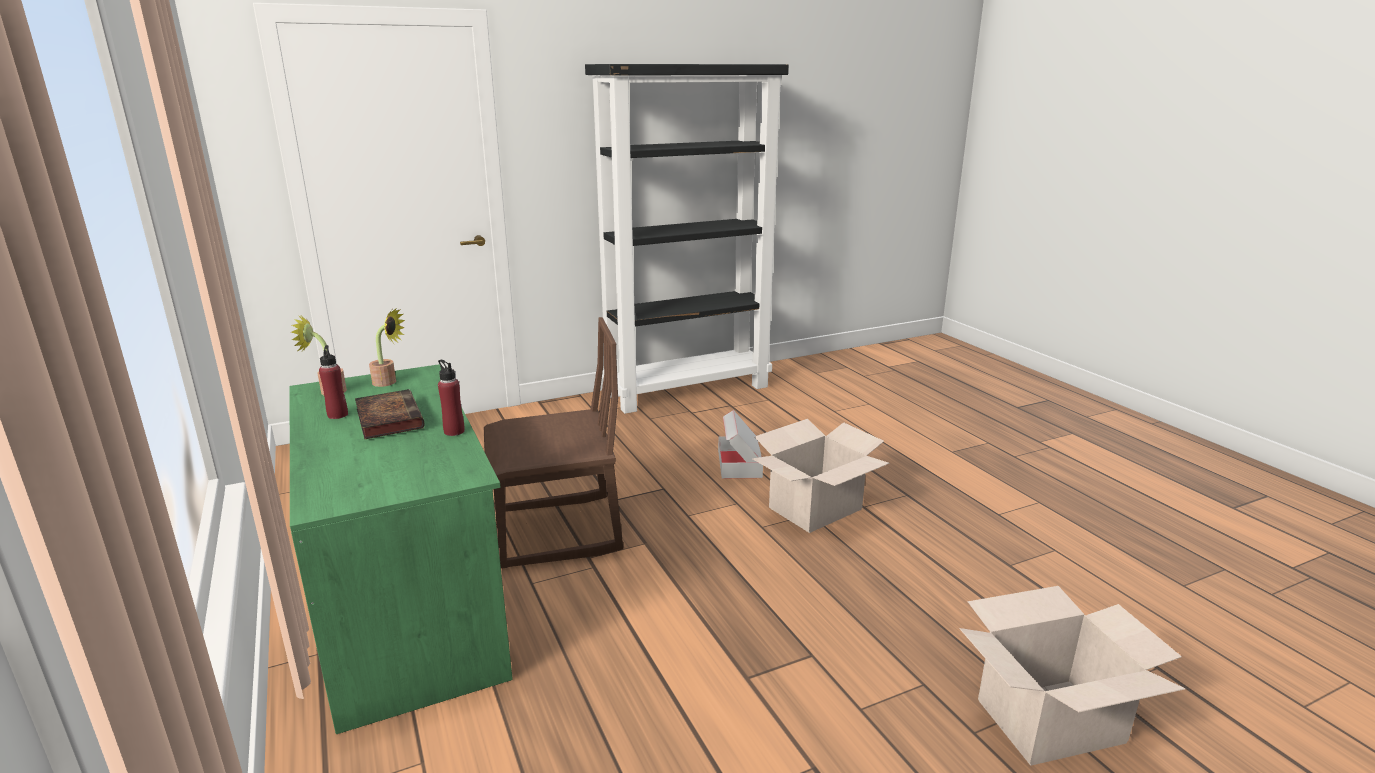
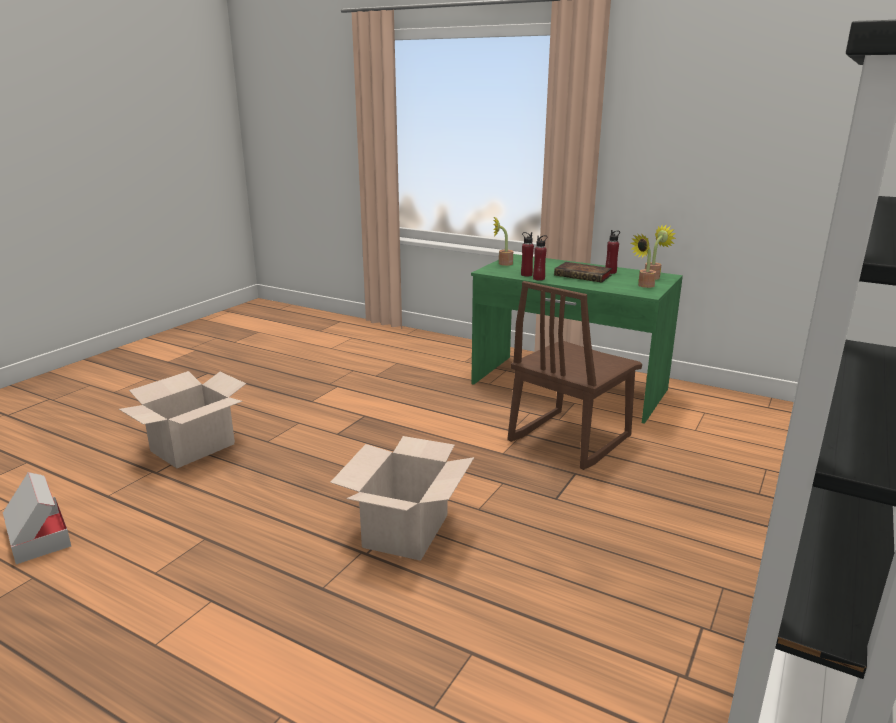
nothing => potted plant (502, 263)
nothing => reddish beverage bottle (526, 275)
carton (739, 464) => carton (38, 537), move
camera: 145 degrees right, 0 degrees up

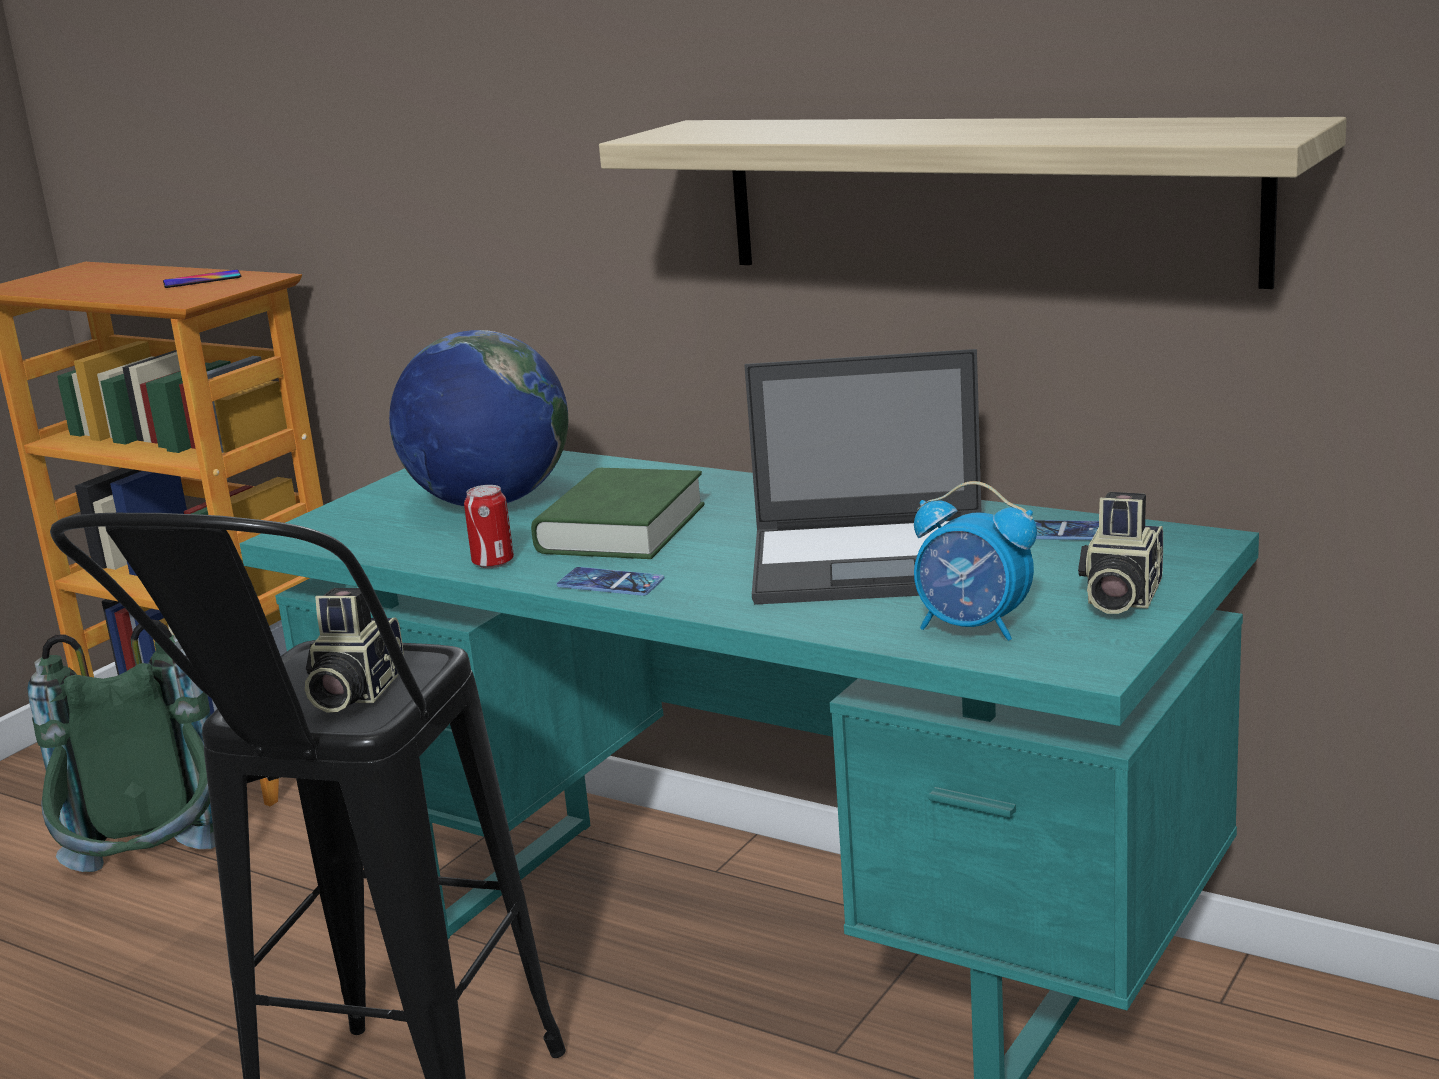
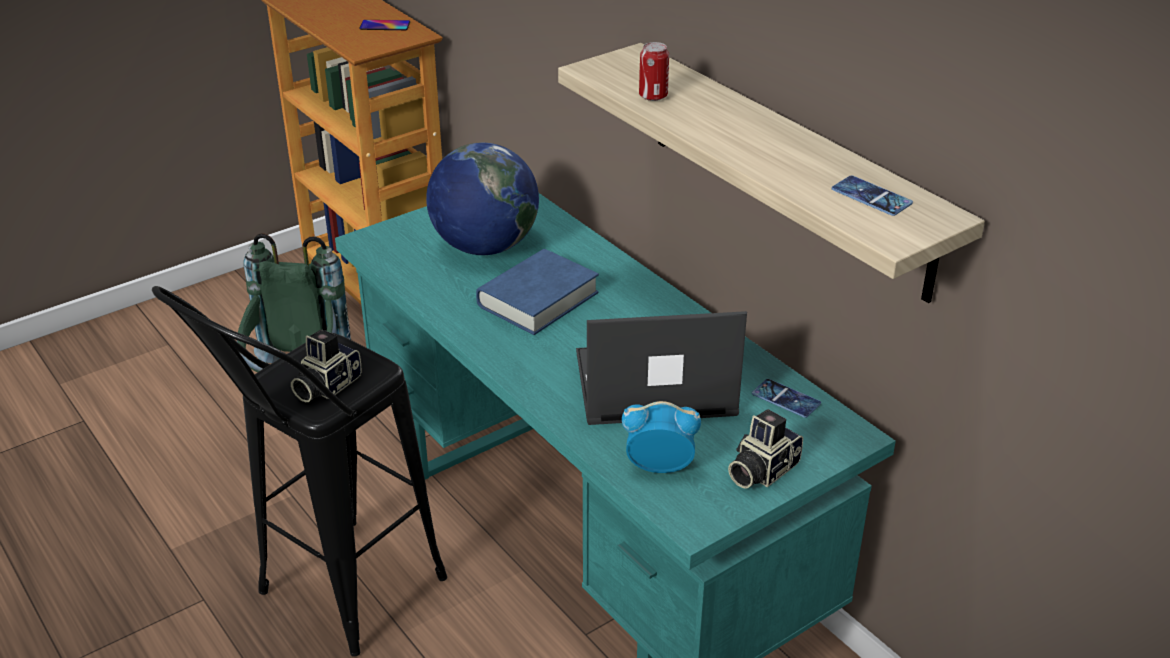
sealed can (493, 562) => sealed can (653, 96), move
phone (610, 583) => phone (871, 196), move
green-coloured bound book (621, 528) => bluish bound book (538, 299)
laptop (875, 561) => laptop (652, 384), 150 degrees clockwise
table clock (974, 628) => table clock (659, 466), 135 degrees clockwise
camera: 20 degrees right, 15 degrees up

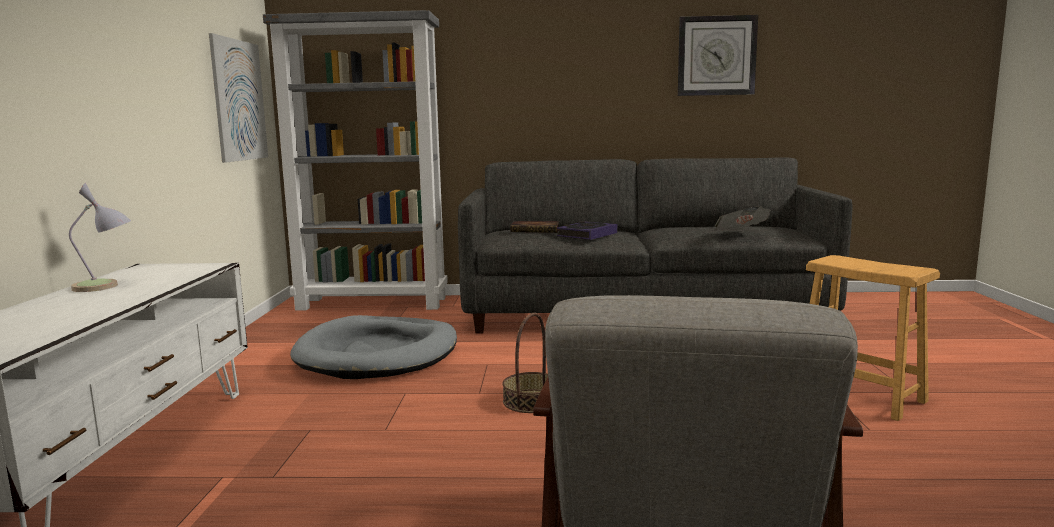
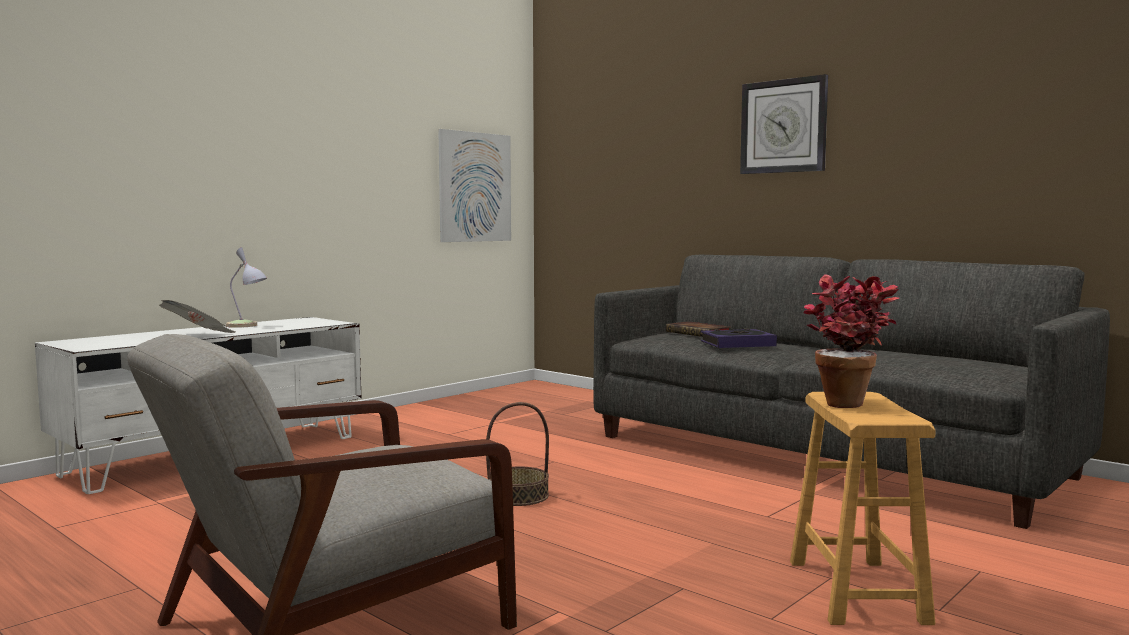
grey shelving unit (373, 303) => nothing
grey pet bed (378, 354) => nothing
nothing => potted plant (848, 402)
hanging clock (716, 56) => hanging clock (783, 126), move
daily paper (740, 235) => daily paper (199, 336), move
camera: 40 degrees right, 5 degrees down

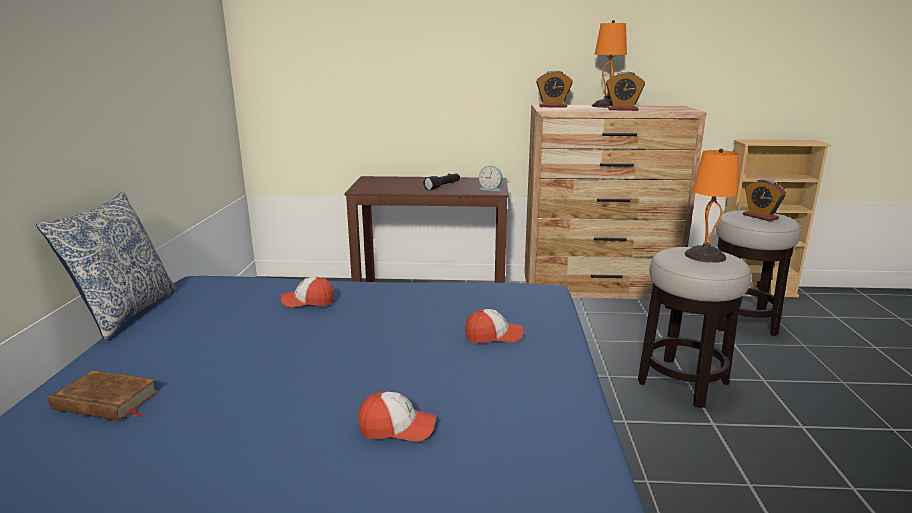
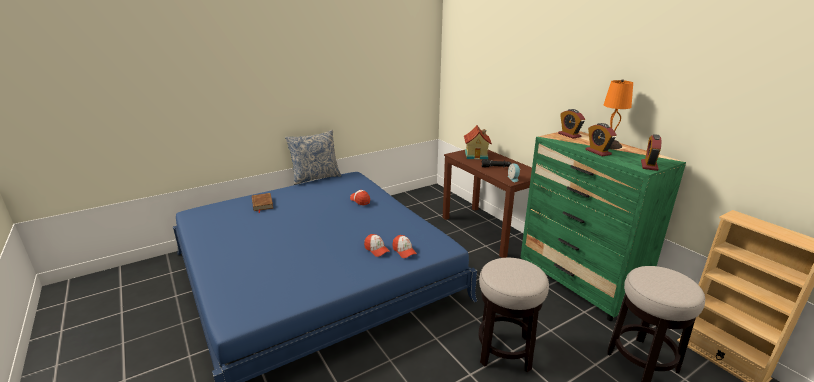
orangey table lamp (706, 256) => nothing
nothing => model house (477, 155)
baseball cap (397, 428) => baseball cap (404, 251), move
table clock (760, 217) => table clock (649, 165), move
brown dresser (598, 295) => green-coloured dresser (578, 284)
camera: 55 degrees right, 5 degrees up

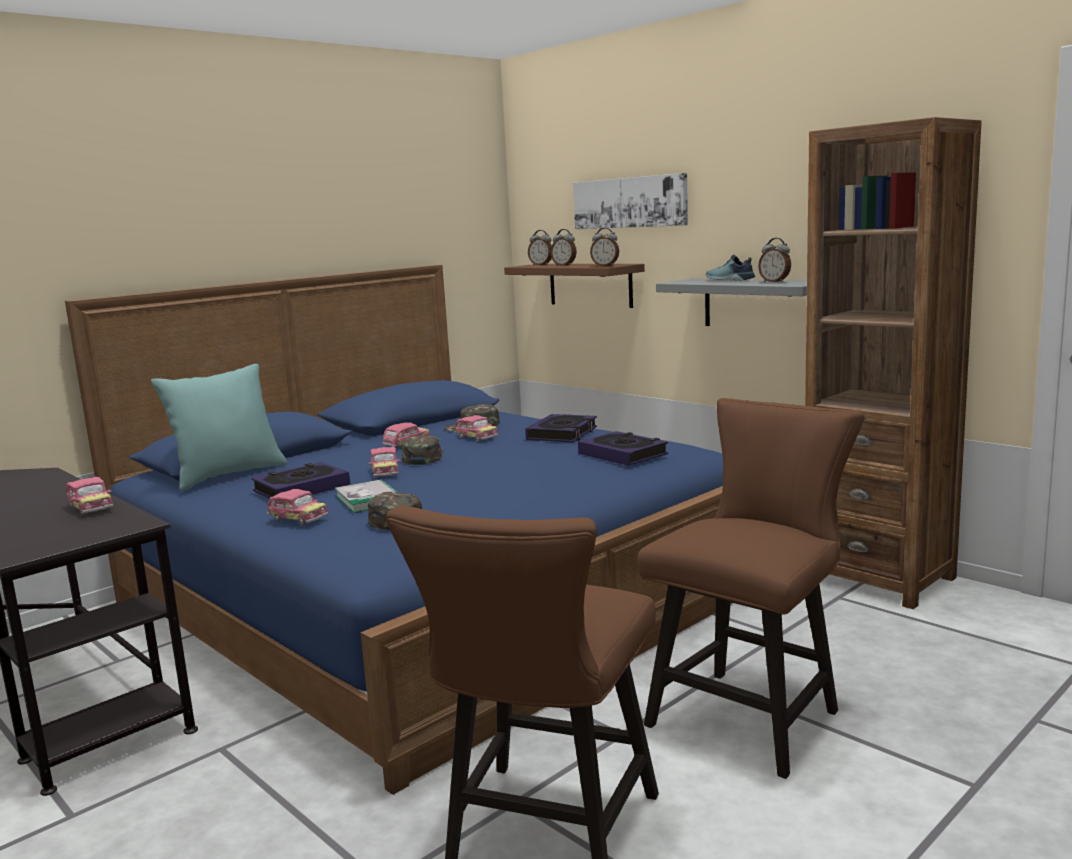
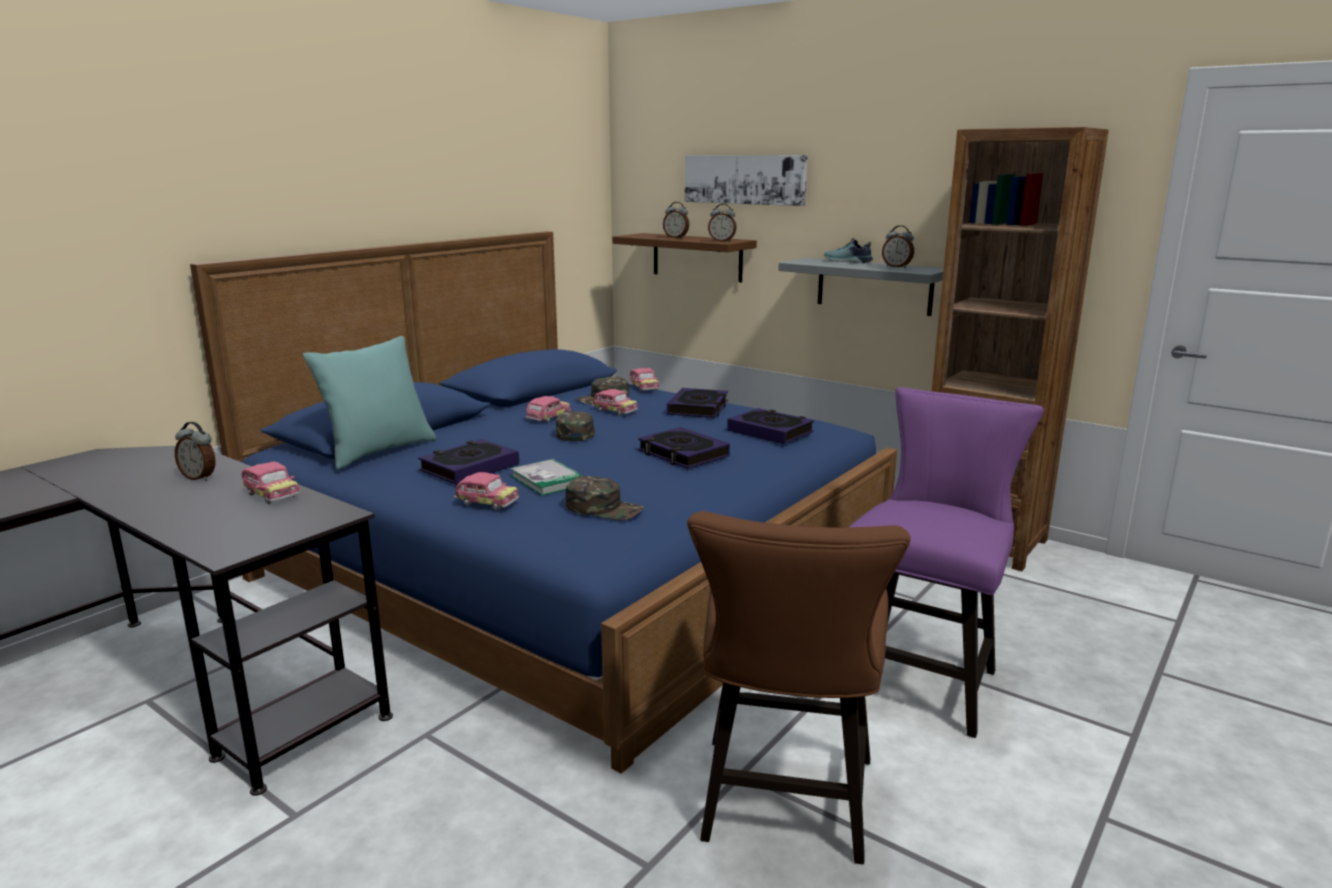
nothing => bound book (683, 454)
toy car (385, 472) => toy car (644, 388), move
table clock (541, 265) => table clock (200, 478), move
brown plain chair (752, 714) => purple plain chair (921, 676)
camera: 10 degrees left, 5 degrees up

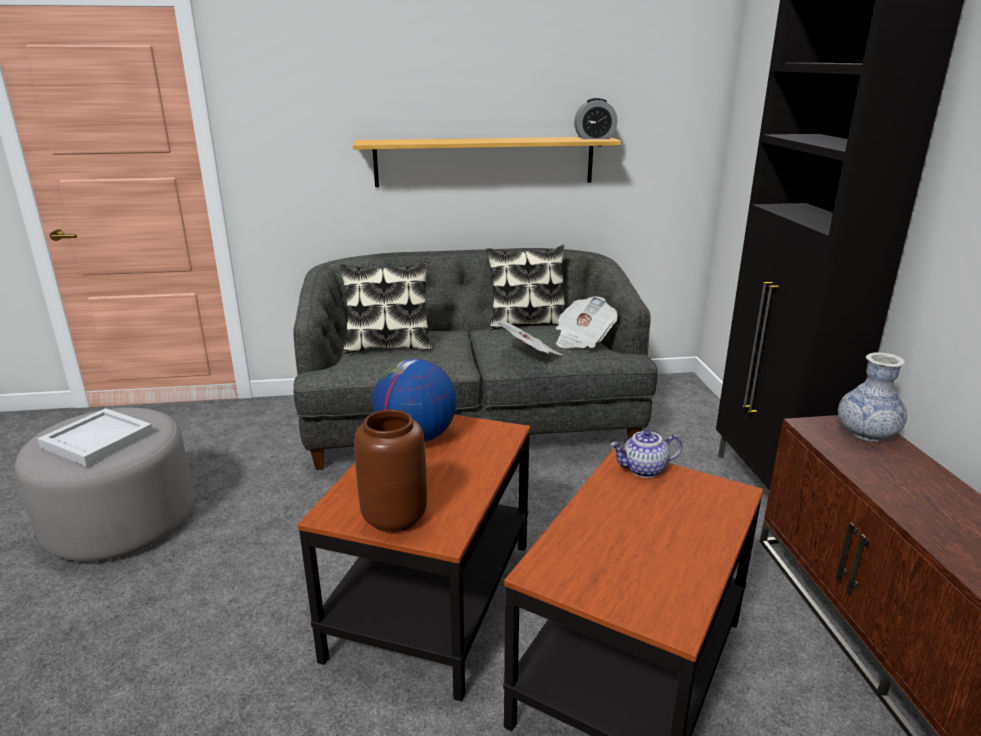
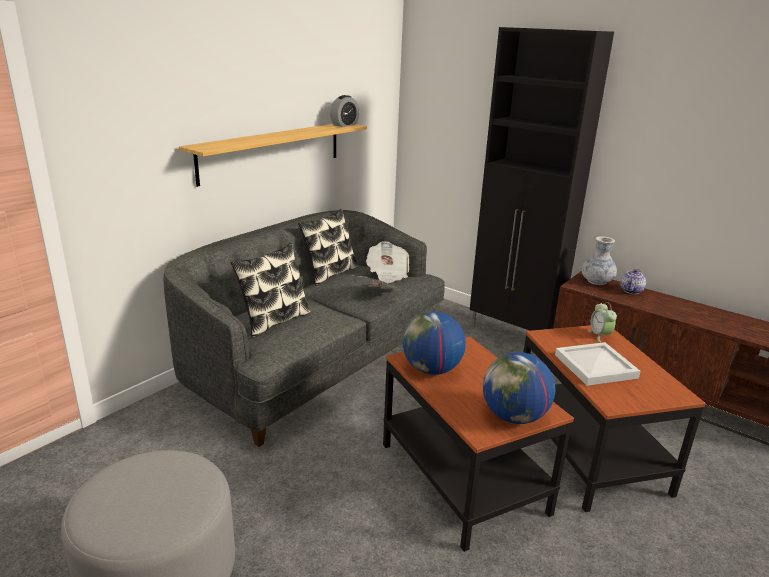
nothing => table clock (599, 335)
white carrying tray (97, 441) => white carrying tray (597, 366), move
teapot (644, 470) => teapot (631, 291), move
brown flower vase (395, 519) => globe (514, 417)
camera: 45 degrees left, 0 degrees up

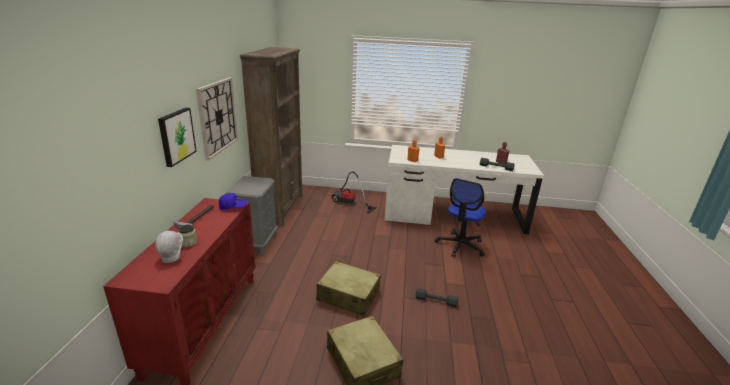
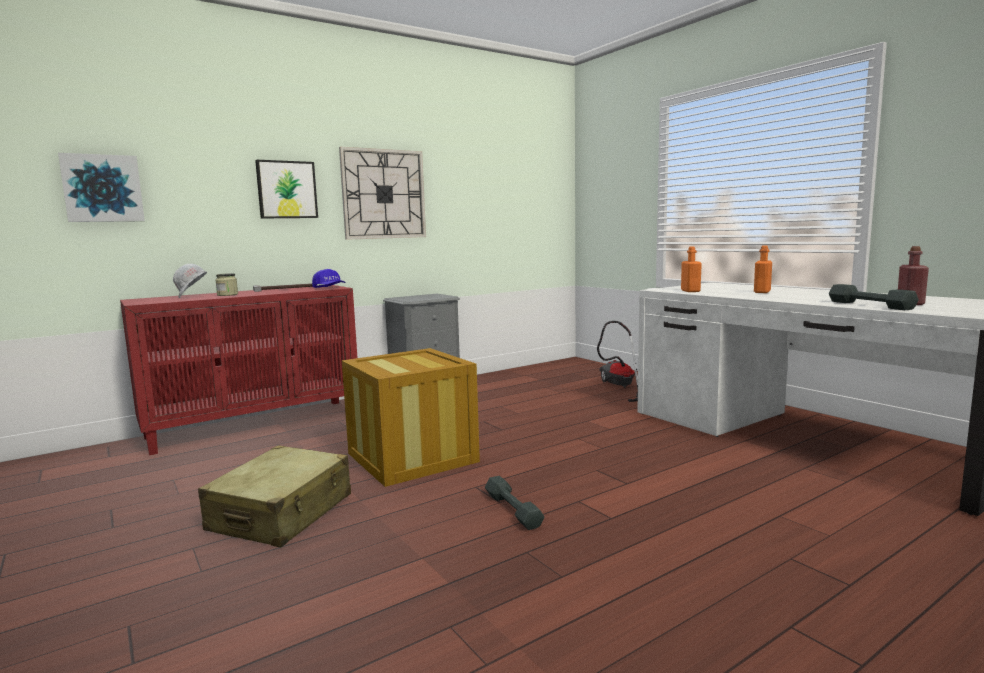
brown shelving unit (280, 208) => nothing
desk chair (460, 246) => nothing
nothing => picture (102, 188)
beige-coloured suitcase (348, 295) => shipping crate (412, 457)
camera: 50 degrees right, 15 degrees down

